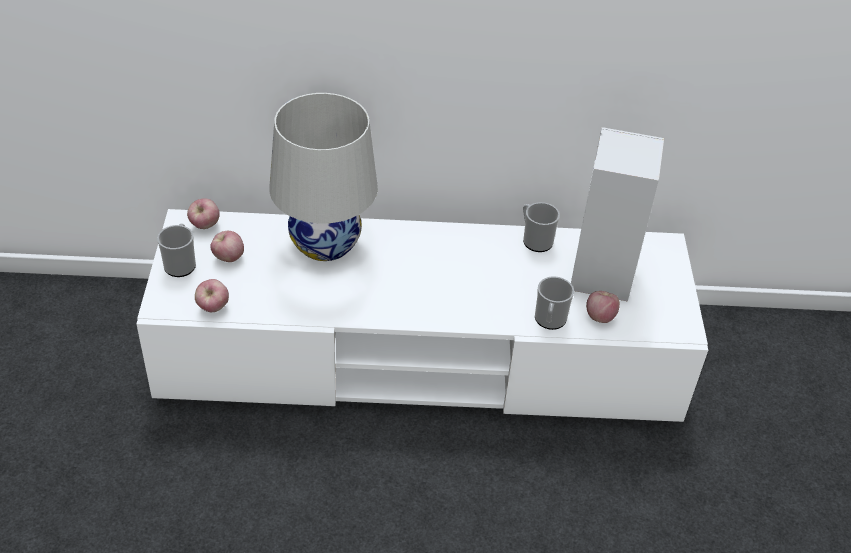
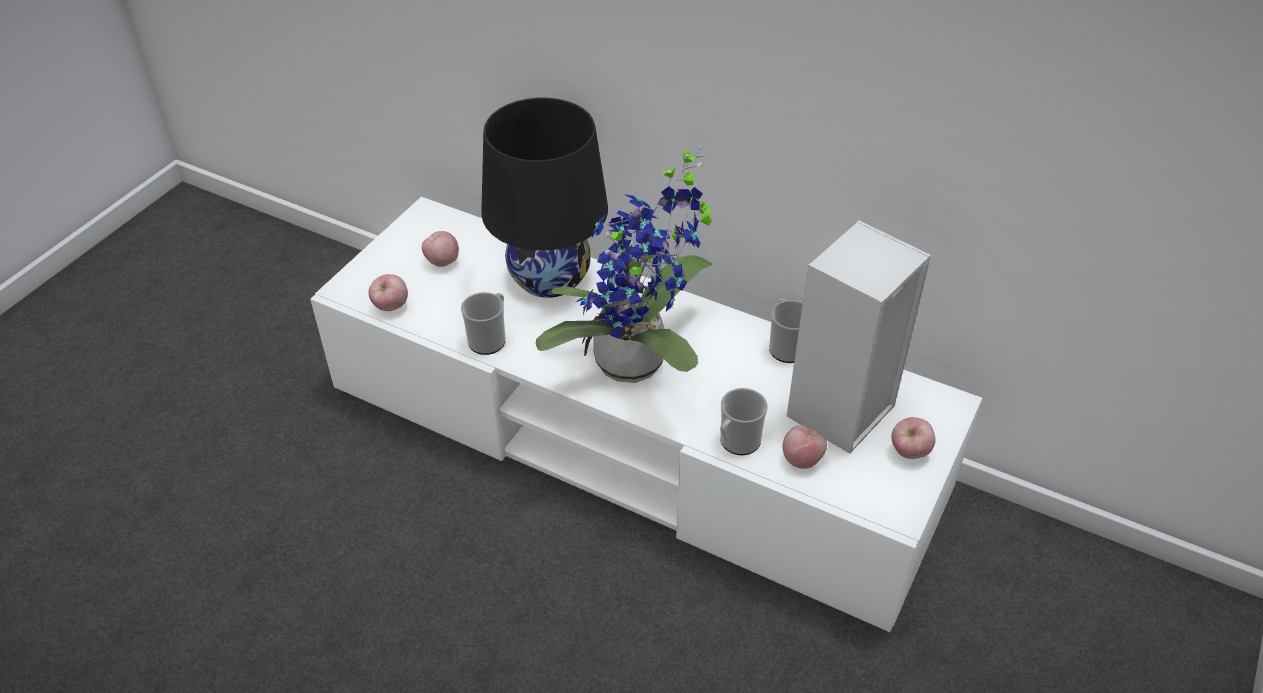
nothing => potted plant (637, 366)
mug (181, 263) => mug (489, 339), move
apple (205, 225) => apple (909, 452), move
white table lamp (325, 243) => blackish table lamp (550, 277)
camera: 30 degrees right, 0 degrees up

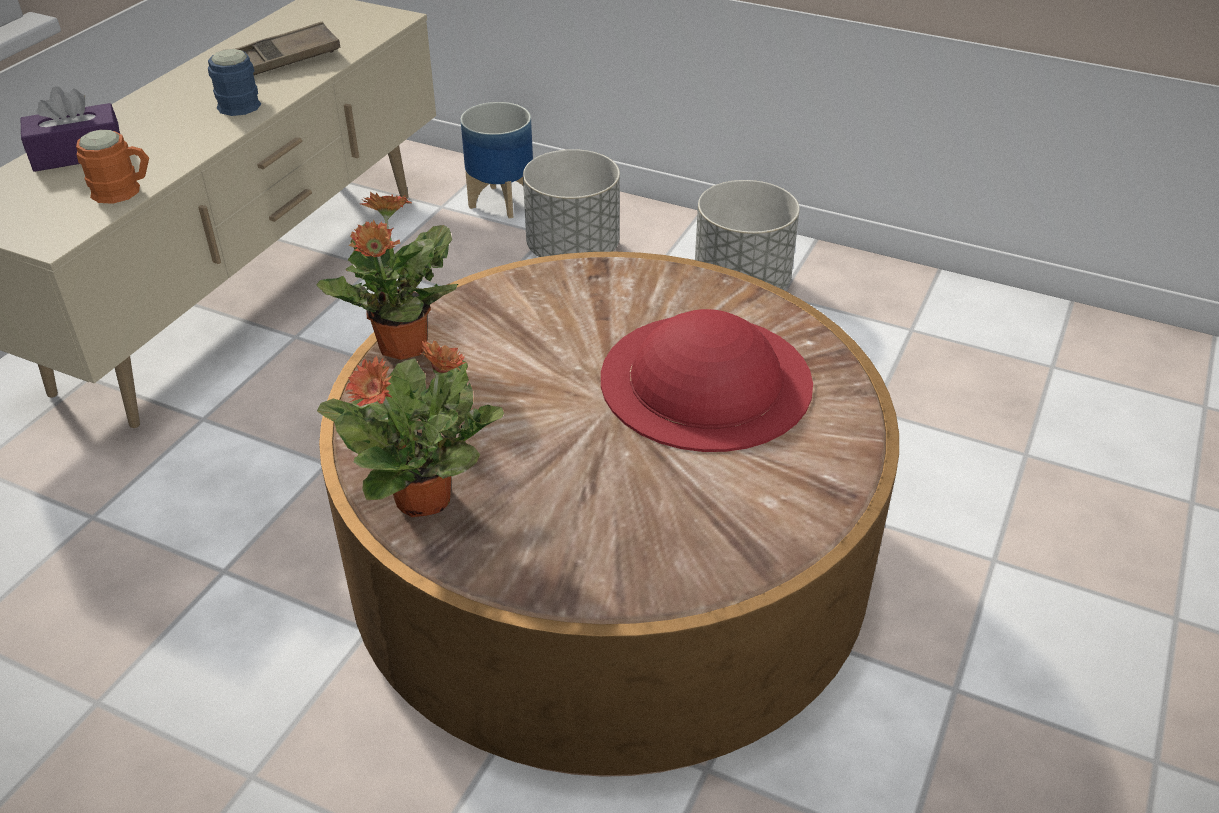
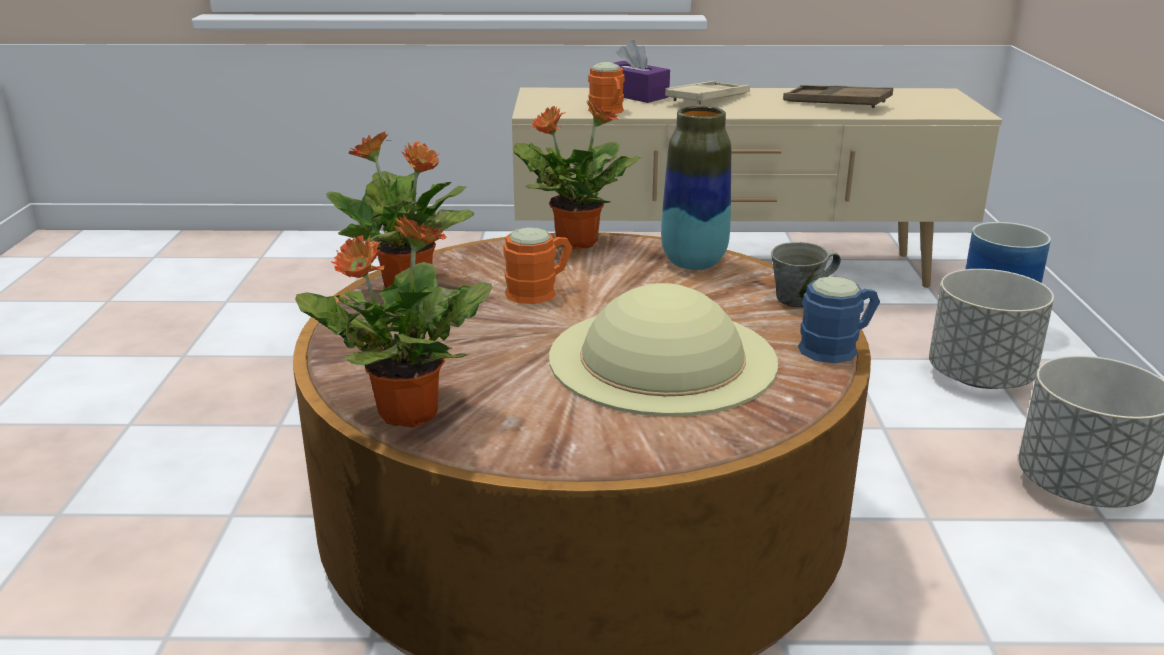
nothing => potted plant (405, 414)
nothing => orangey mug (539, 291)
nothing => flower vase (693, 262)
nothing => beige-coloured carrying tray (708, 99)
nothing => grey mug (799, 299)
bluish mug (242, 102) => bluish mug (837, 348), move
reddish hat (706, 380) => beige-coloured hat (663, 358)
camera: 65 degrees right, 15 degrees down

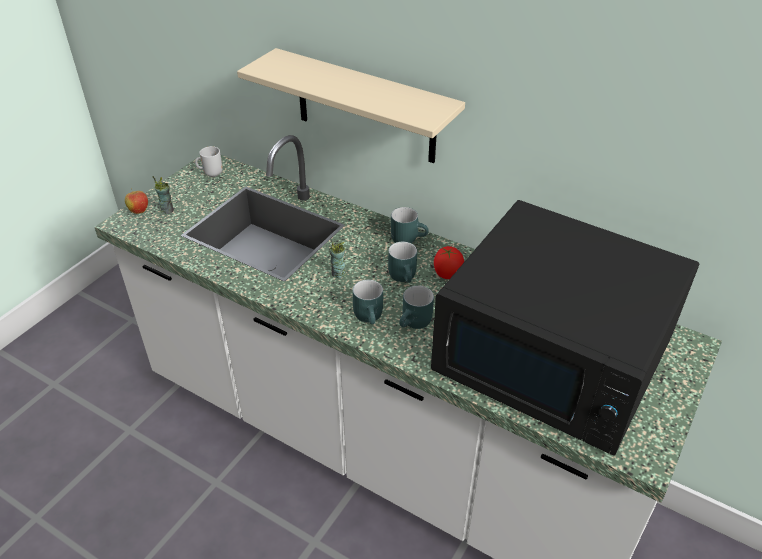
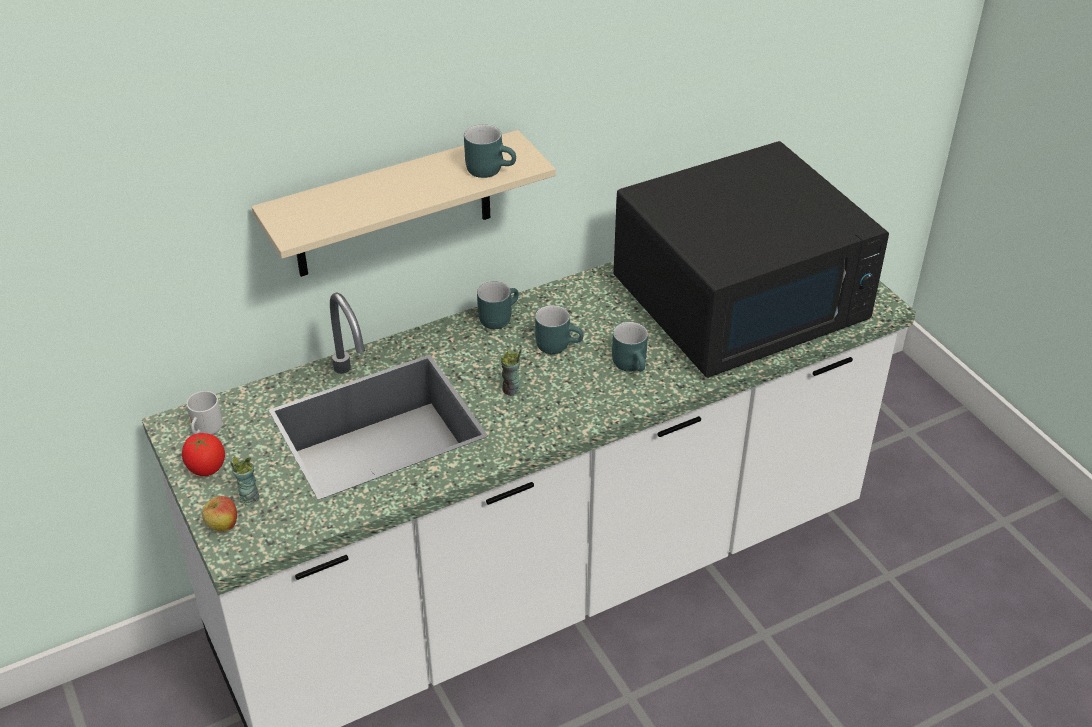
blue-green mug (371, 317) => blue-green mug (490, 169), move
whole tomato (447, 274) => whole tomato (206, 468), move
camera: 60 degrees left, 0 degrees up

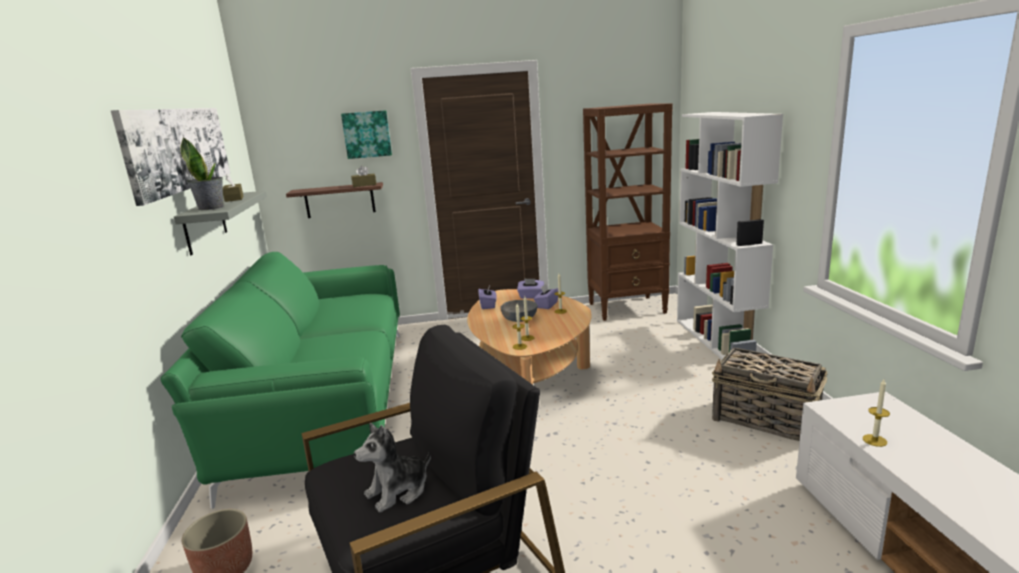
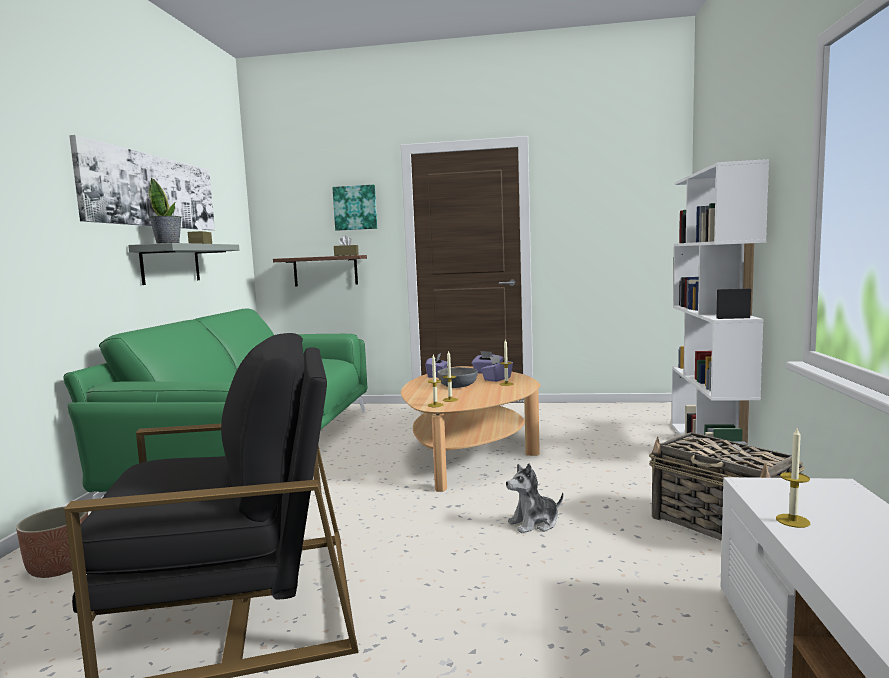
brown shelving unit (627, 308) => nothing
plush toy (398, 491) => plush toy (534, 523), move
camera: 15 degrees right, 10 degrees down

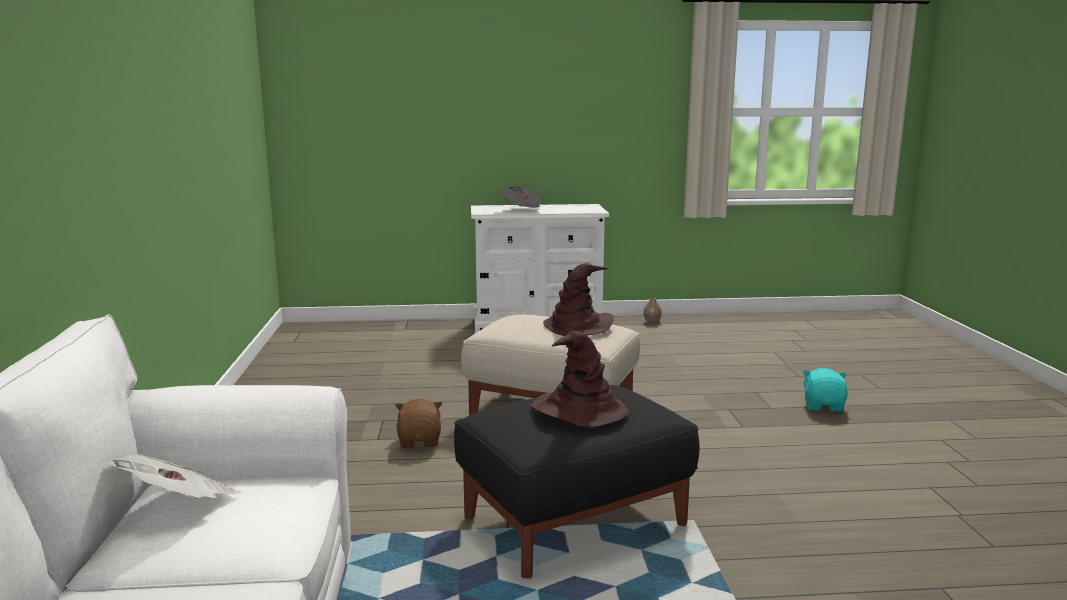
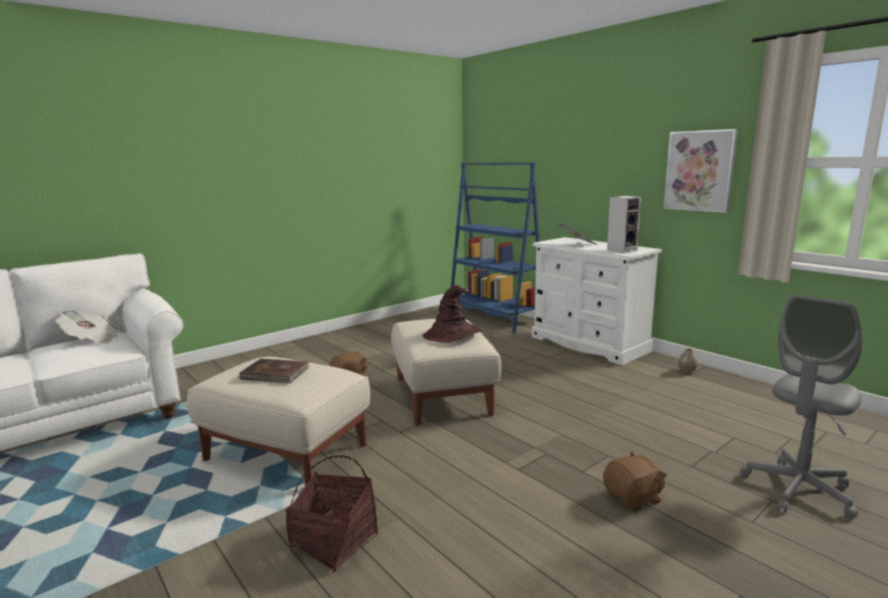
nothing => basket (333, 541)
nothing => bluish shelving unit (495, 317)
nothing => audio speaker (622, 250)
nothing => picture (699, 171)
nothing => grey desk chair (798, 490)
brown hat (578, 411) => brown bound book (275, 374)
blackish pouffe (576, 520) => beige-coloured pouffe (286, 452)
blue-green plush toy (824, 406) => brown plush toy (633, 498)
camera: 55 degrees right, 0 degrees up

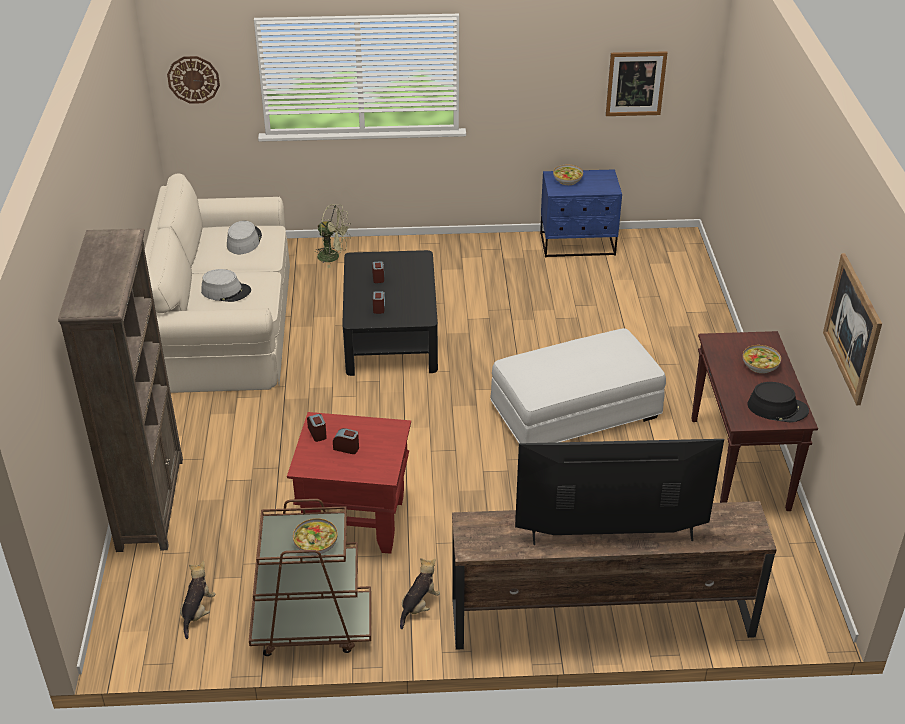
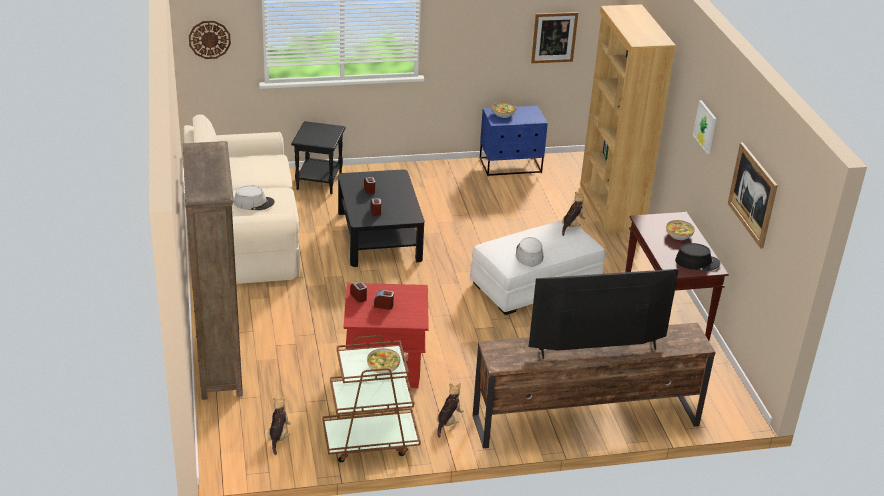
nothing => plush toy (572, 225)
nothing => brown shelving unit (611, 207)
nothing => picture (705, 126)
grey hat (244, 241) => grey hat (529, 254), move
green-coloured electric fan (333, 257) => blackish side table (318, 181)
camera: 10 degrees left, 5 degrees down

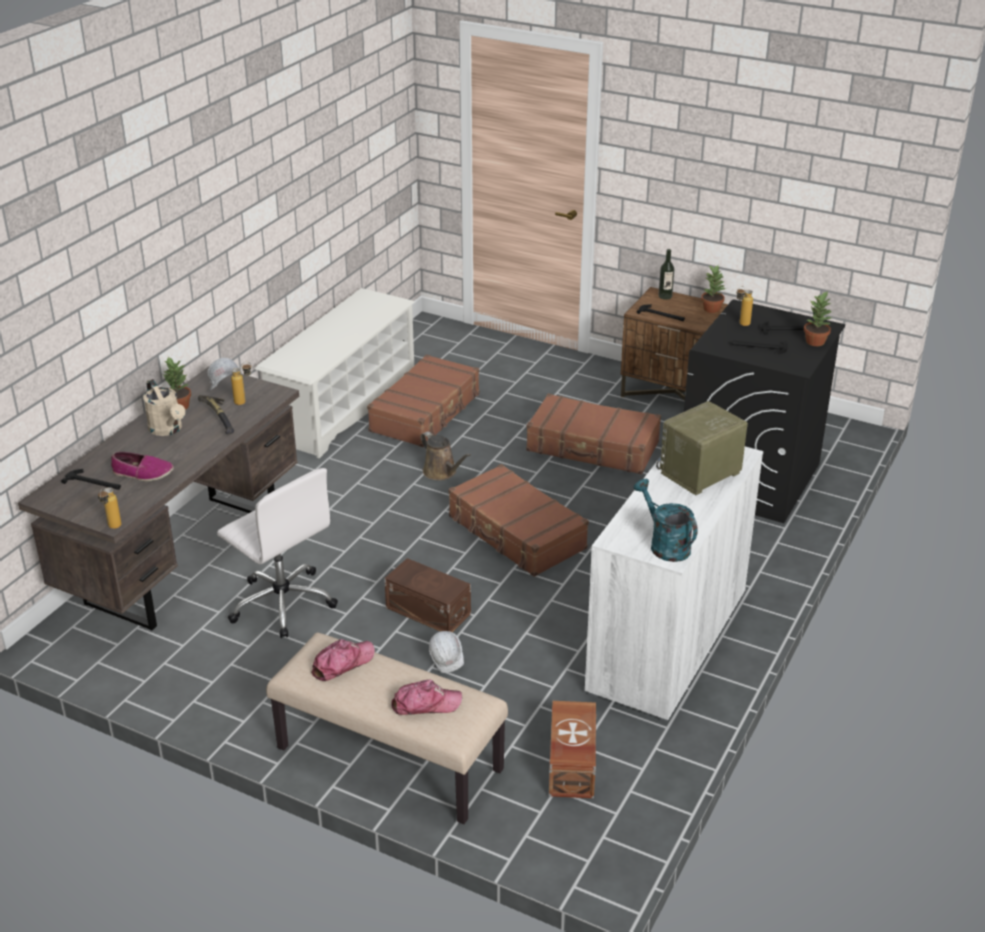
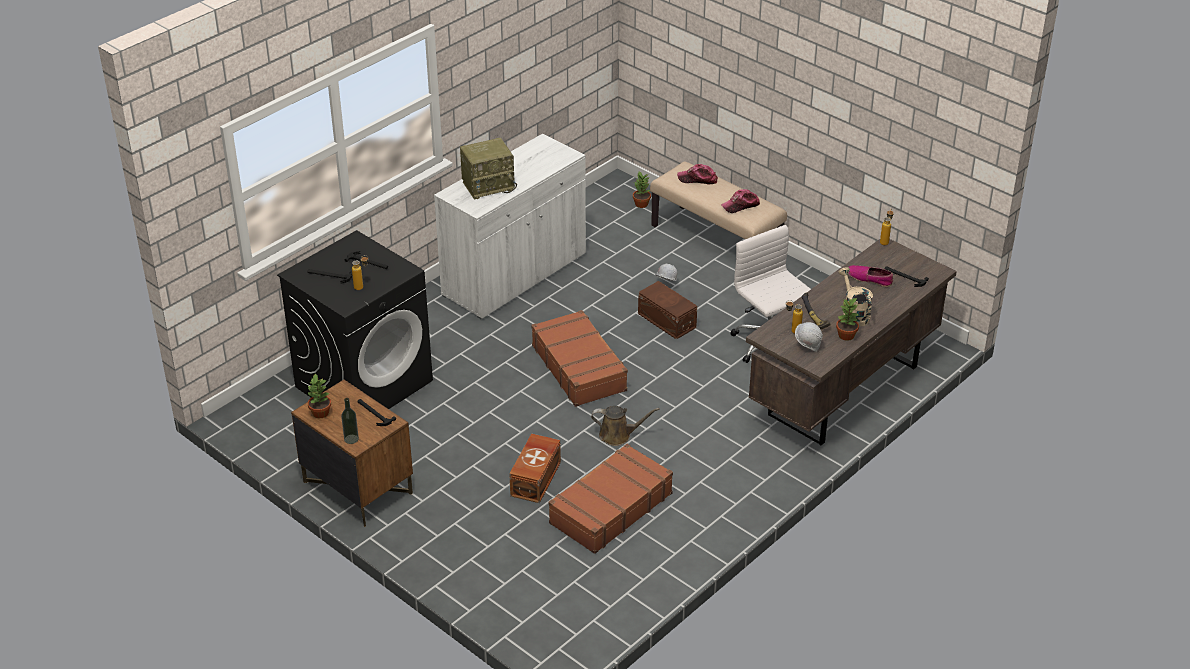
white shoe stand (343, 407) => nothing
brown suitcase (593, 447) => nothing
blue-green watering can (665, 544) => nothing
brown storage container (570, 765) => brown storage container (537, 478), move
potted plant (815, 342) => potted plant (641, 204), move
brown watering can (442, 472) => brown watering can (618, 435), 120 degrees clockwise
camera: 165 degrees left, 5 degrees up

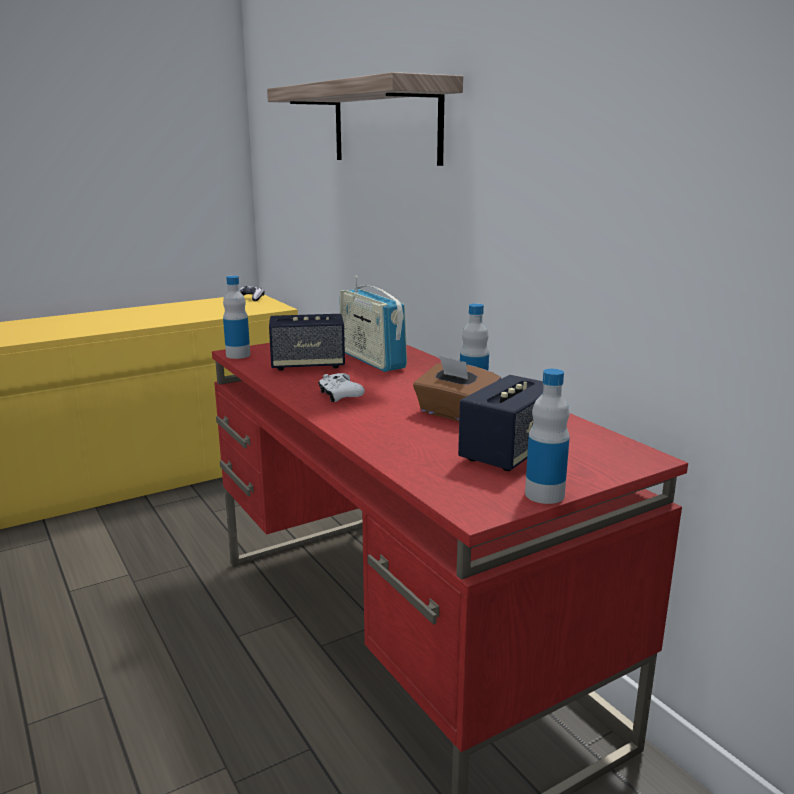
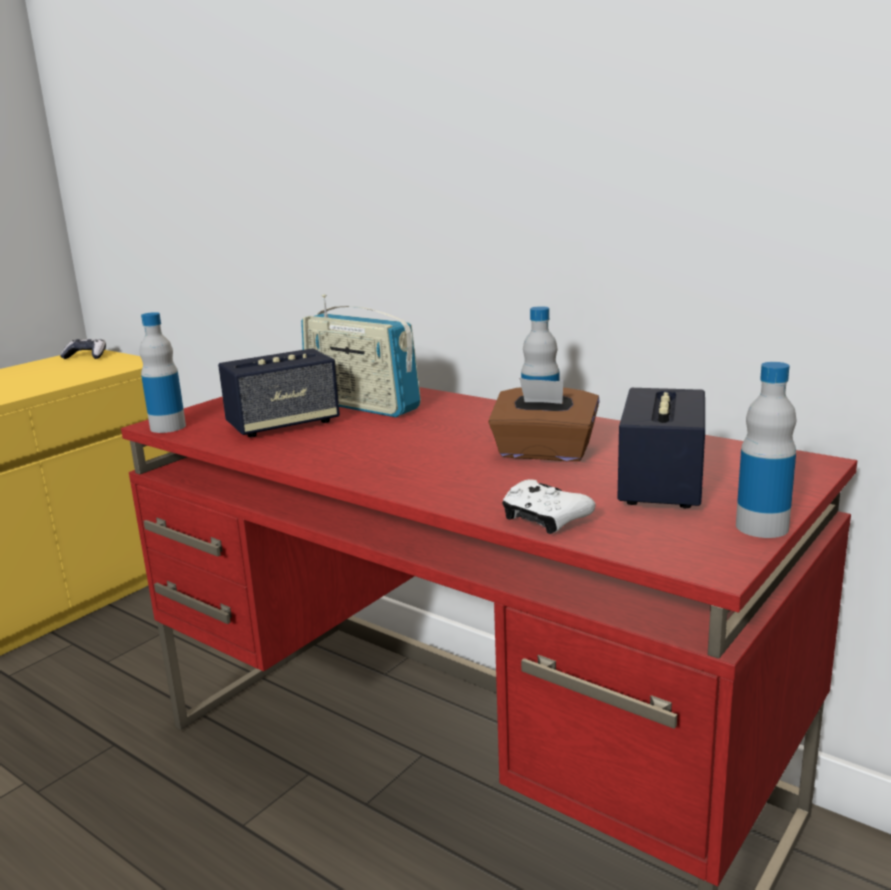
wall shelf (385, 123) => nothing
white joypad (340, 395) => white joypad (544, 519), move
camera: 20 degrees left, 0 degrees up

